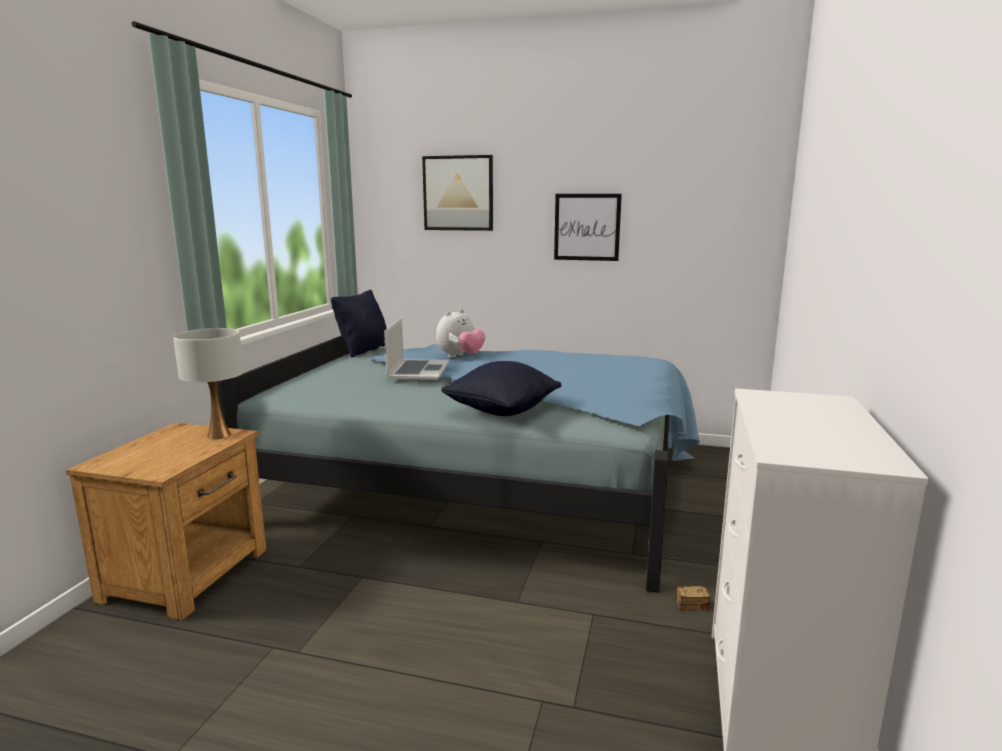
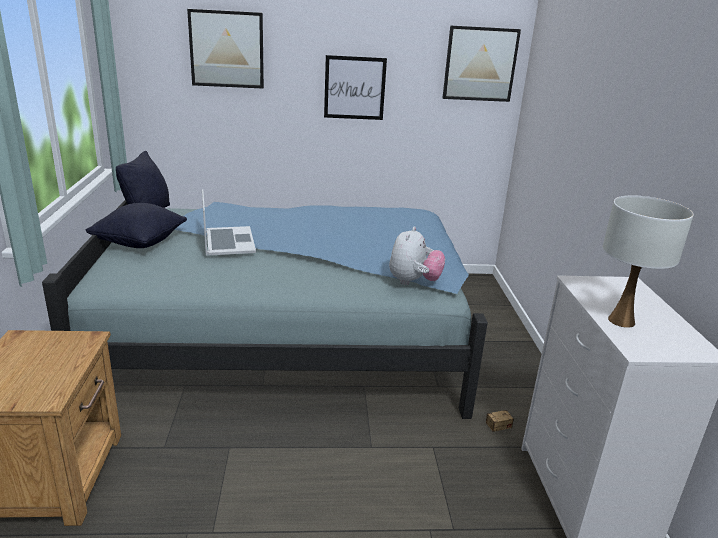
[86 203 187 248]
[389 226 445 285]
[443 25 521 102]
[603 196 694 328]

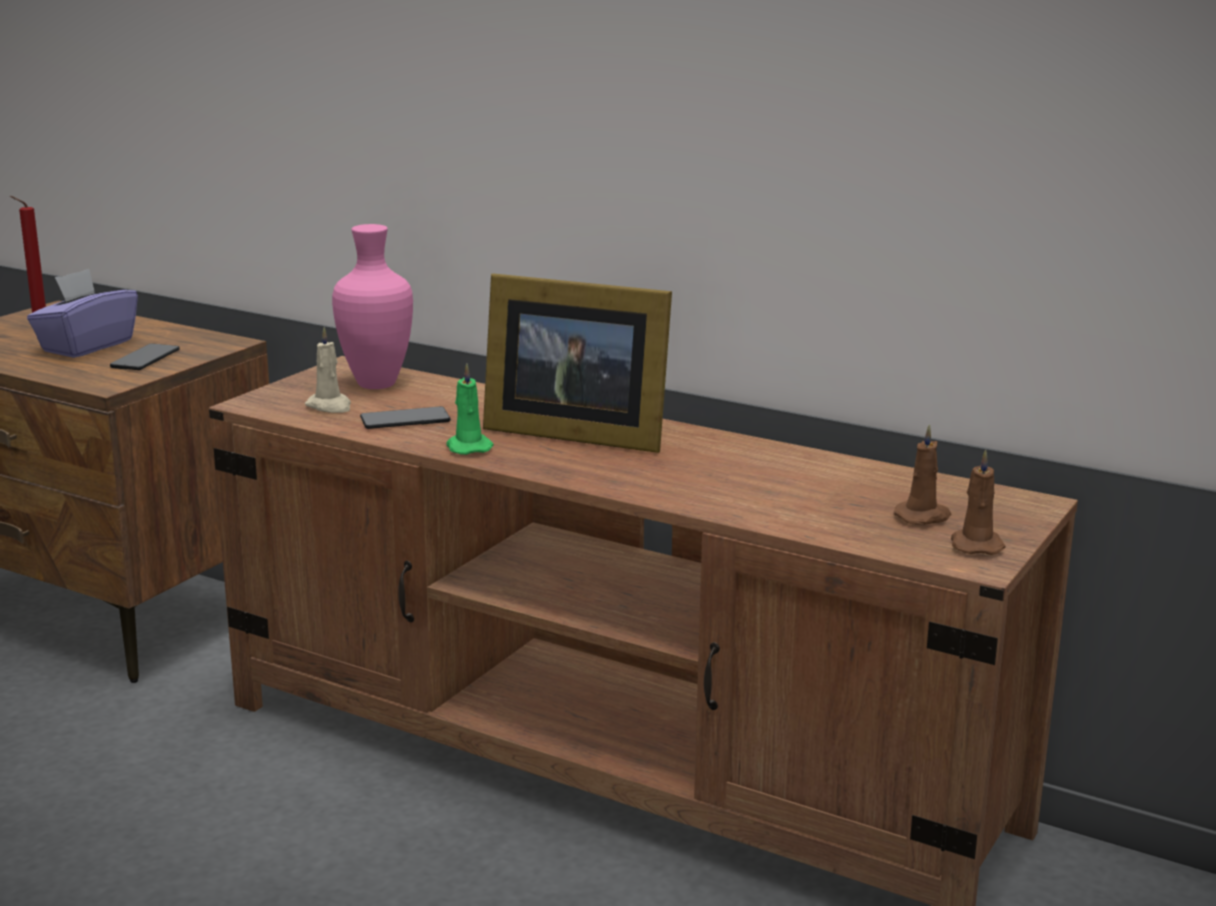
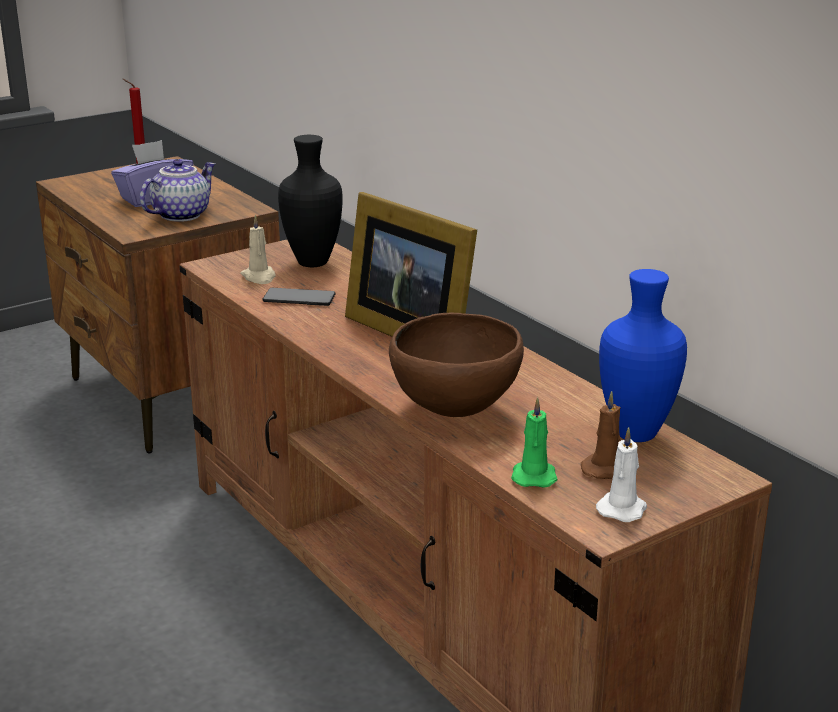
[140 159 216 222]
[278 135 343 267]
[389 312 524 417]
[511 397 557 488]
[596 427 647 522]
[599 269 687 442]

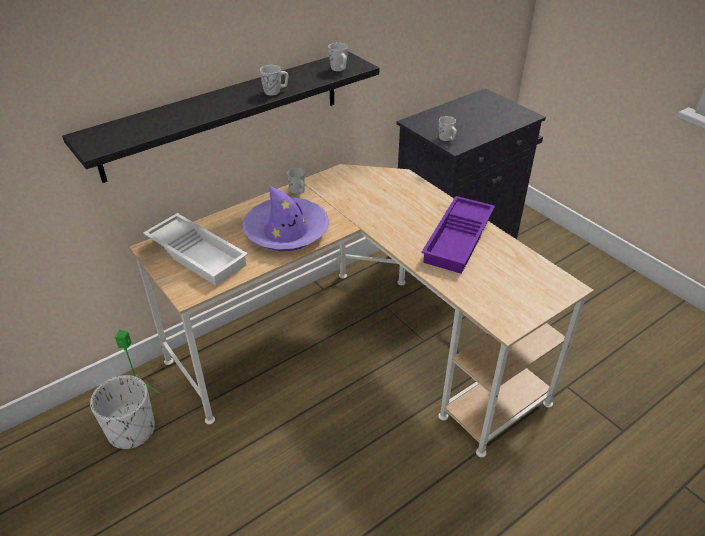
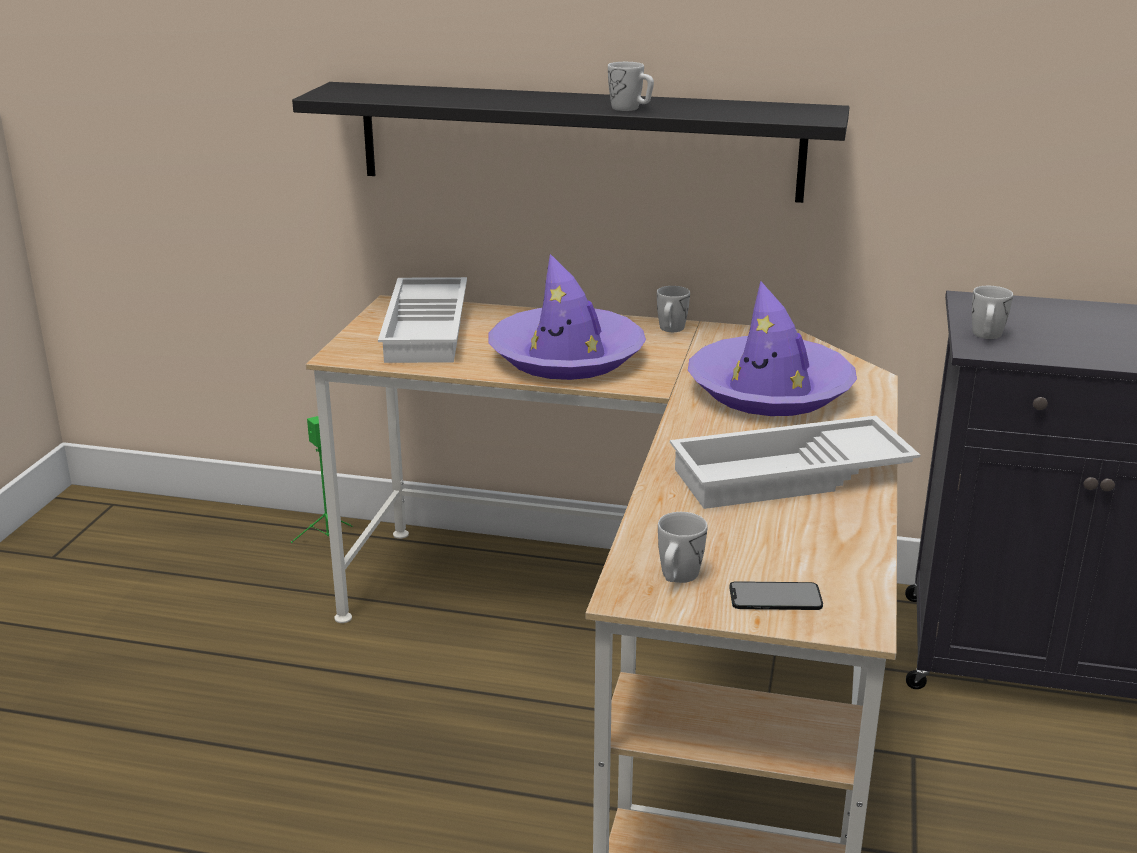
[658 512 707 583]
[670 416 920 509]
[688 281 857 416]
[729 581 823 610]
[90 375 155 449] (first image)

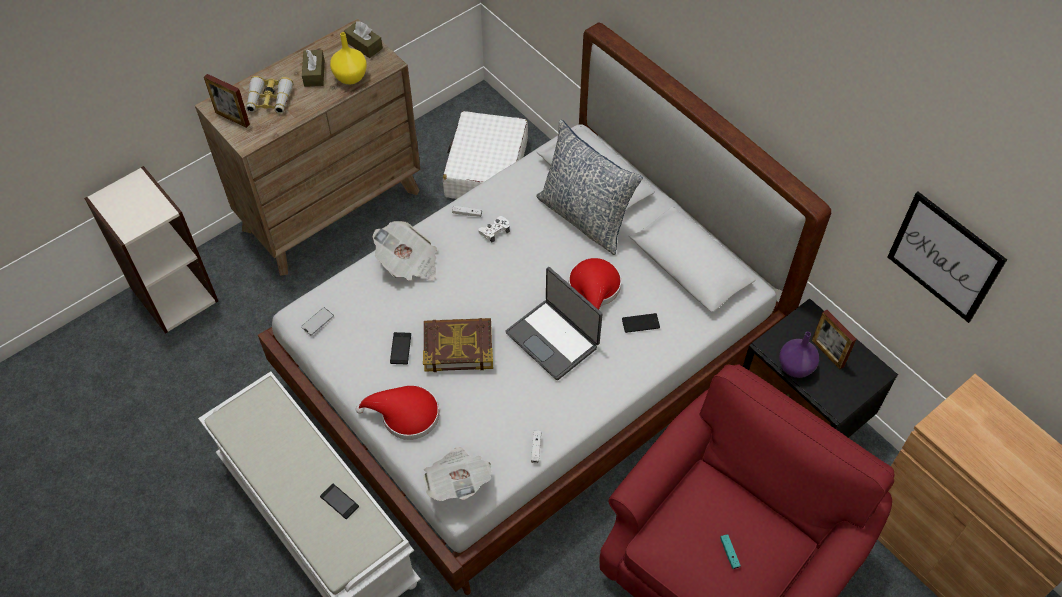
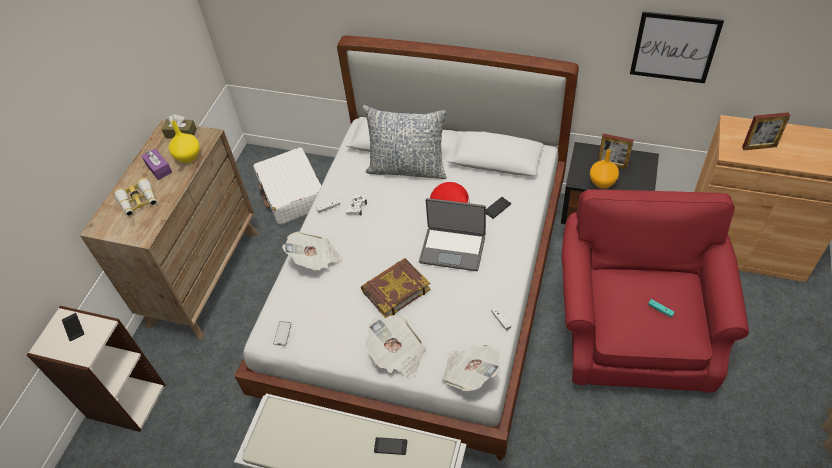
[62 313 84 341]
[141 148 172 180]
[365 315 426 378]
[590 149 619 188]
[742 112 791 150]

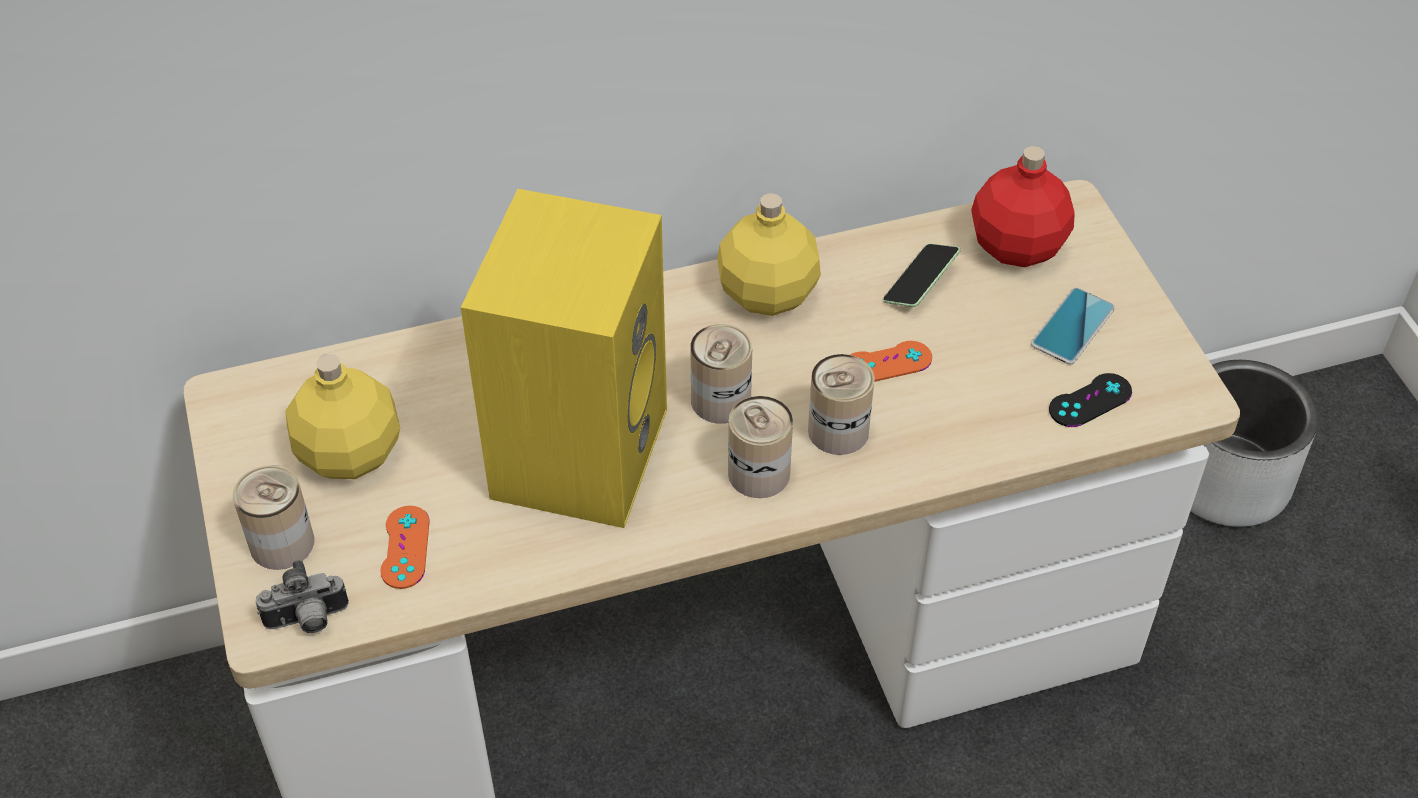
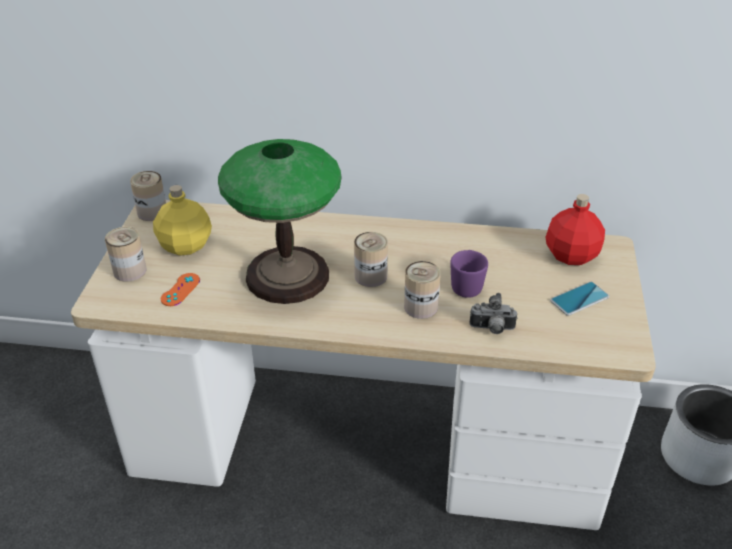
[130 171 166 221]
[218 139 342 304]
[450 250 488 298]
[469 293 518 334]
[717 193 821 316] (first image)
[883 244 961 307] (first image)
[1049 373 1132 427] (first image)

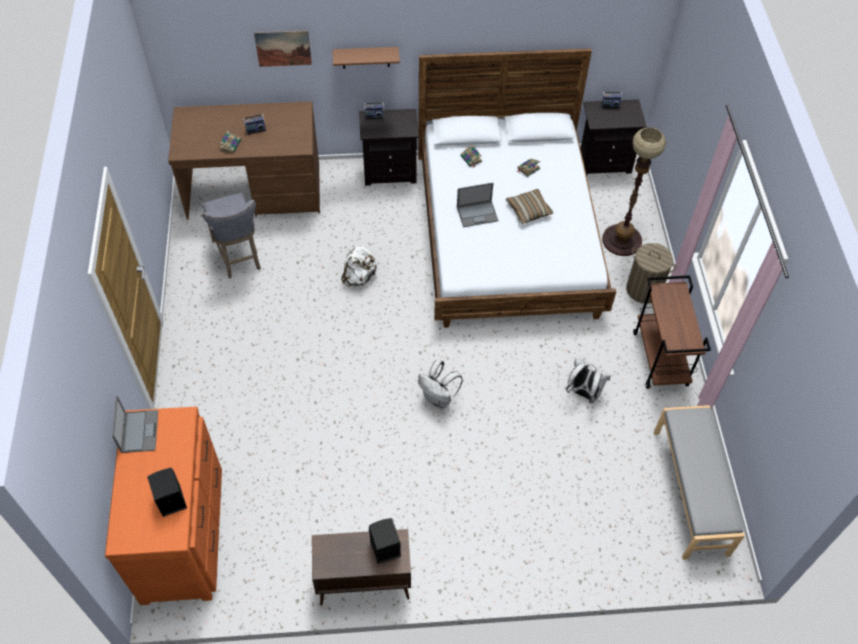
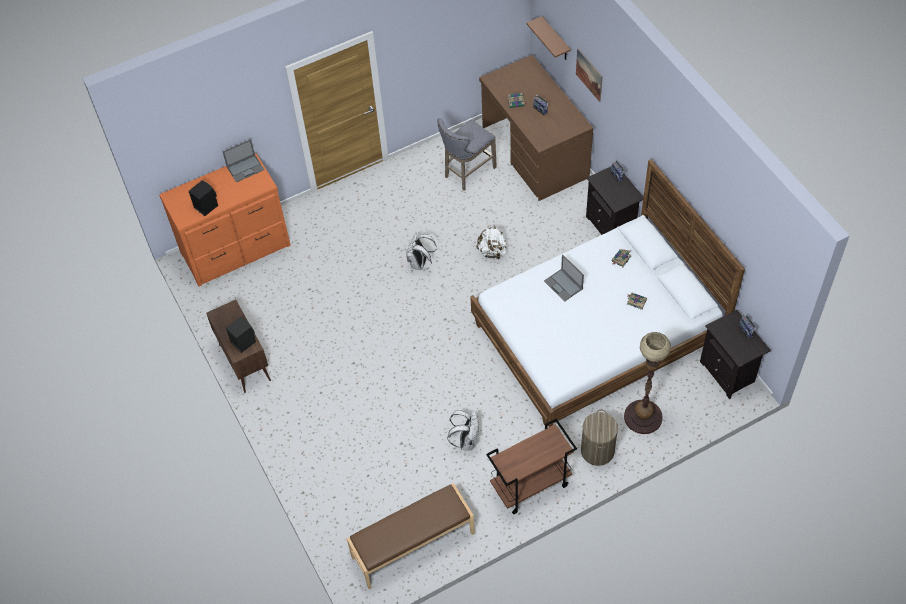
[346 483 475 589]
[406 233 437 270]
[527 16 571 60]
[506 189 553 224] (first image)

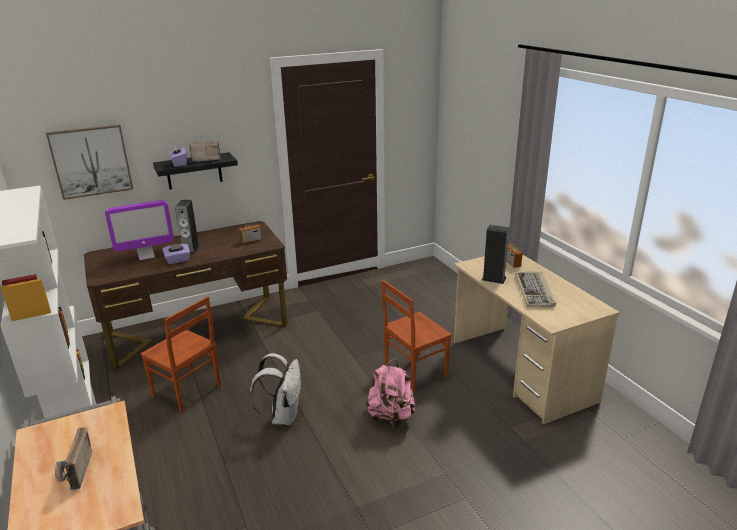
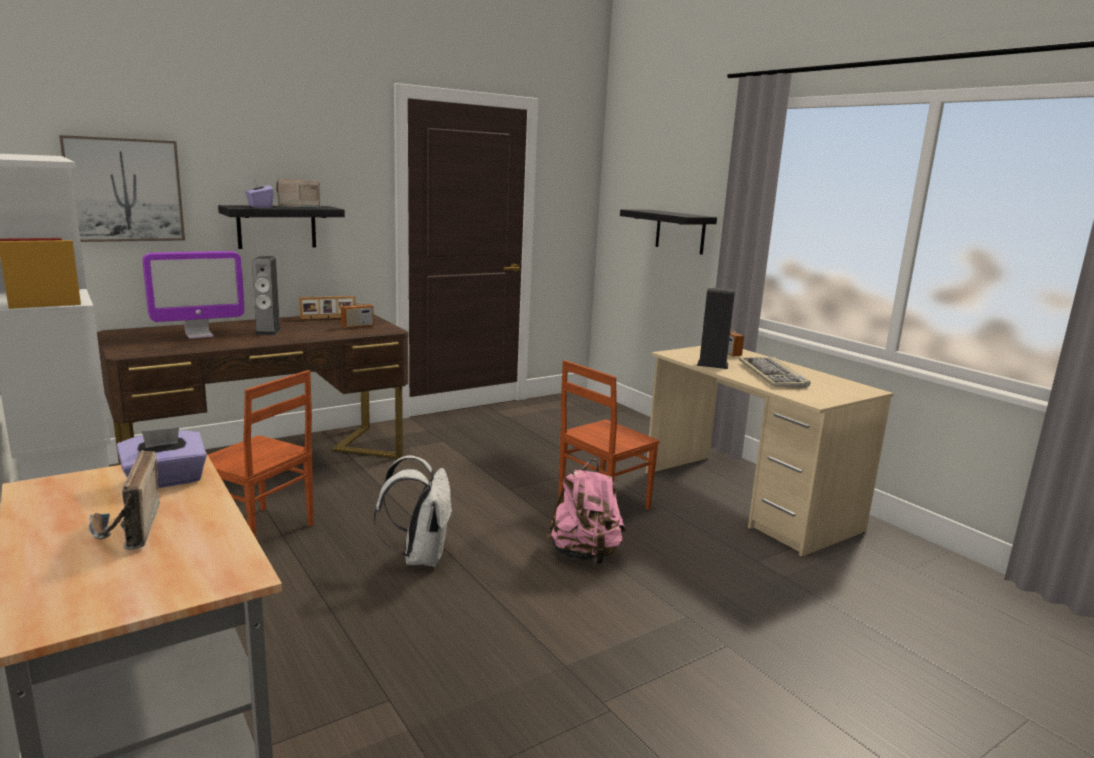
[117 427 207 488]
[299 296 356 319]
[620 209 717 255]

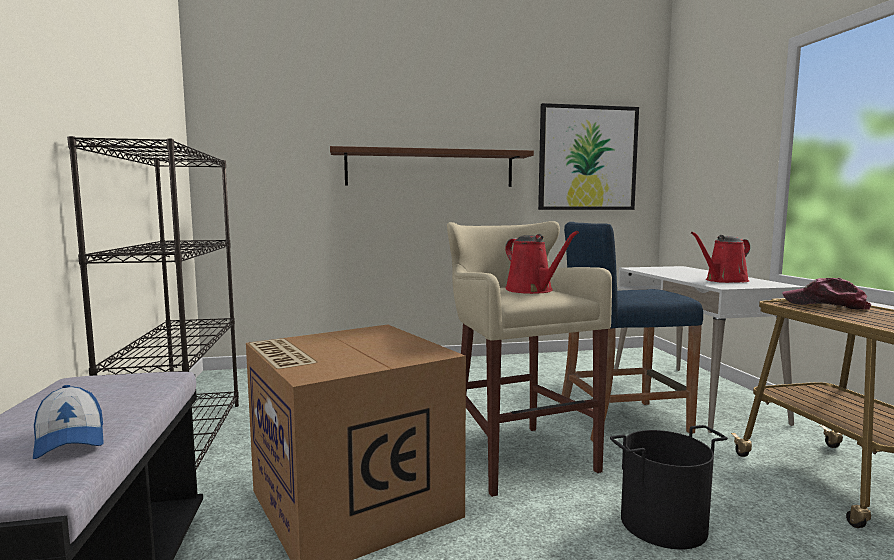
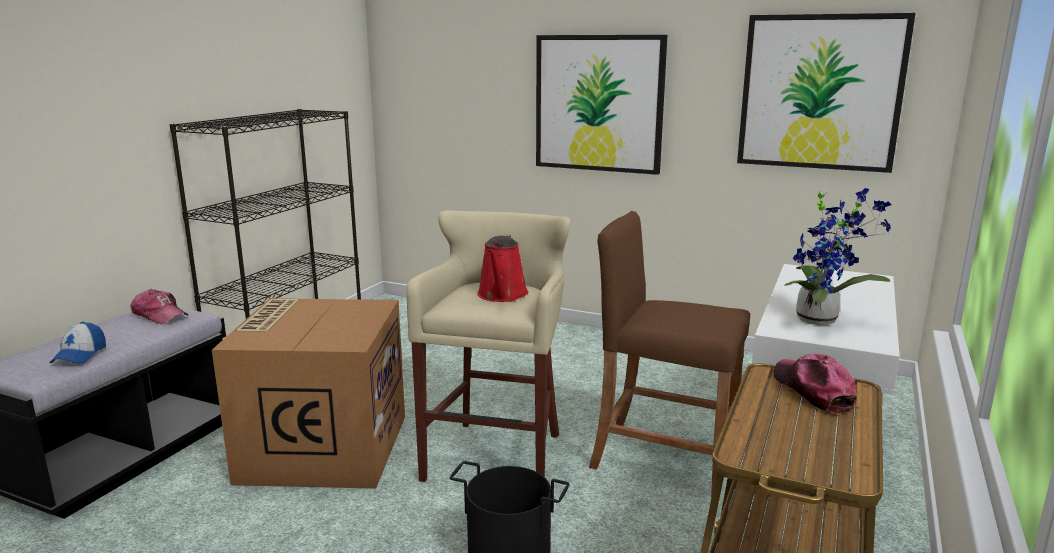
[130 289 188 324]
[536 35 667 175]
[589 211 750 498]
[785 188 891 325]

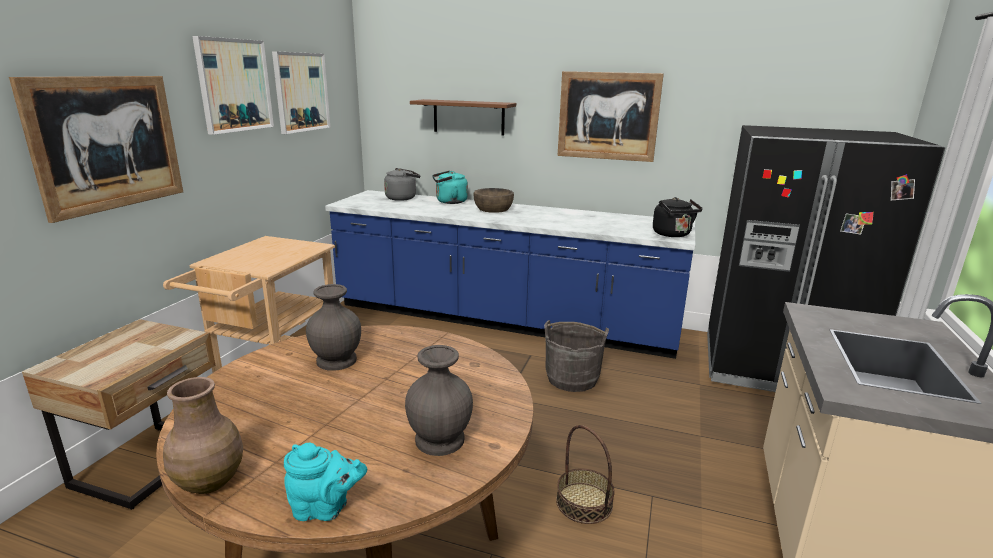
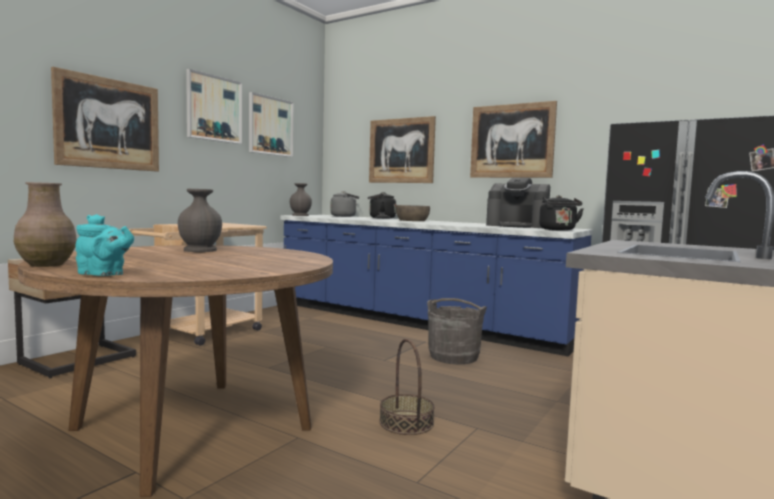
[290 183 312 216]
[368 192 396 219]
[369 116 436 183]
[486 178 550 228]

